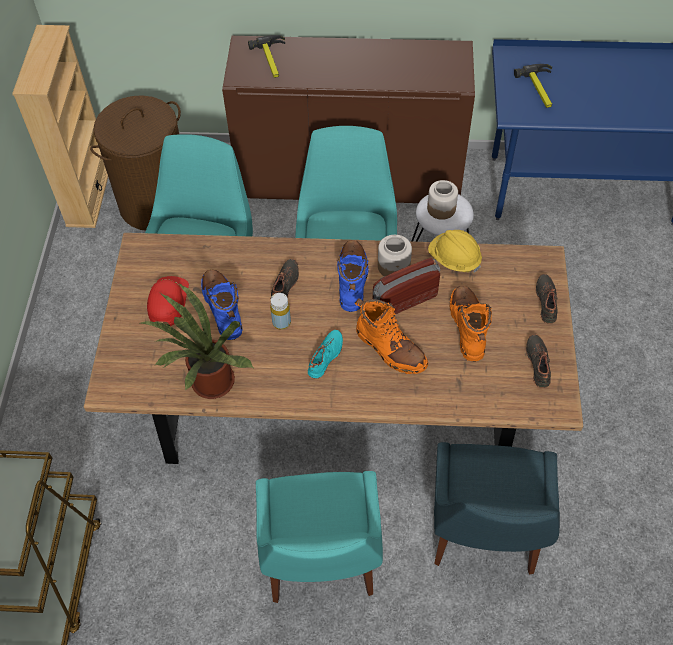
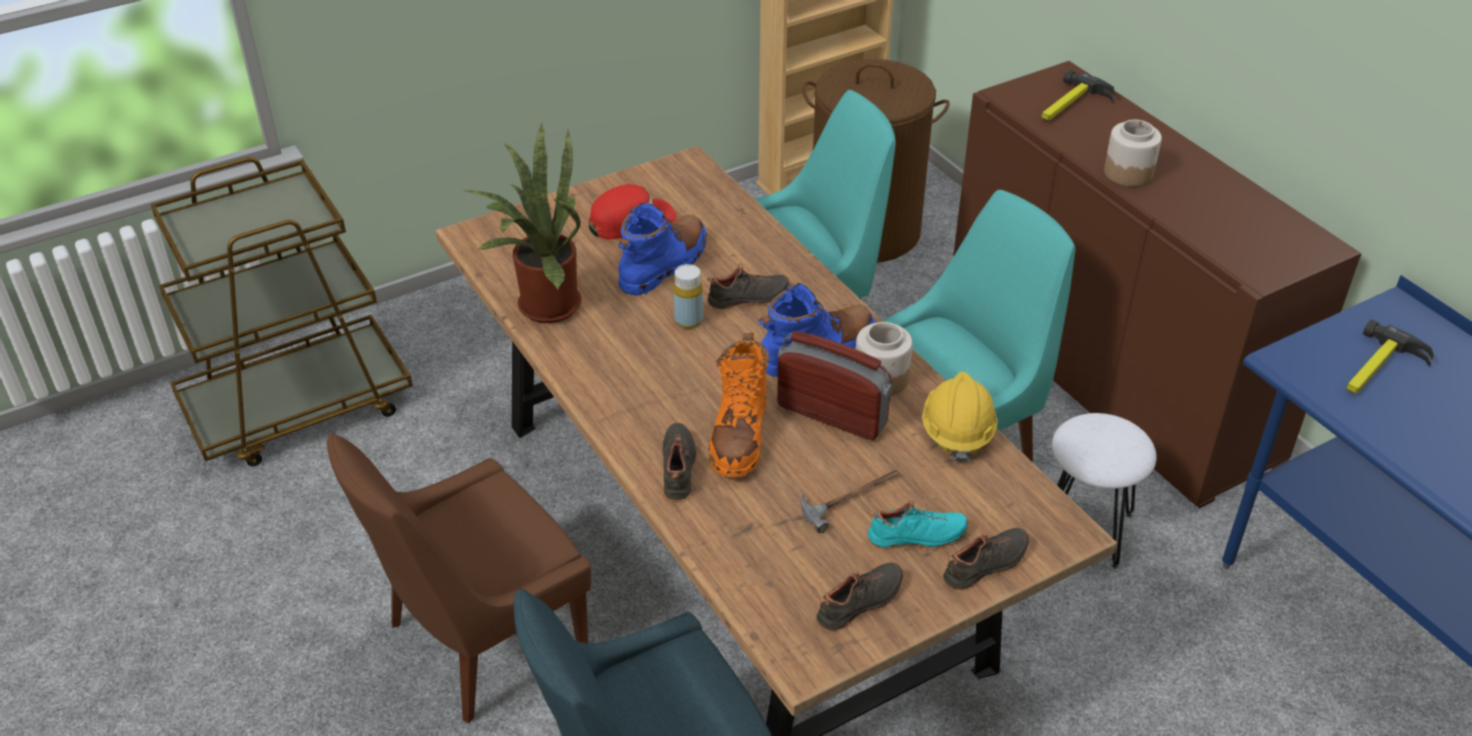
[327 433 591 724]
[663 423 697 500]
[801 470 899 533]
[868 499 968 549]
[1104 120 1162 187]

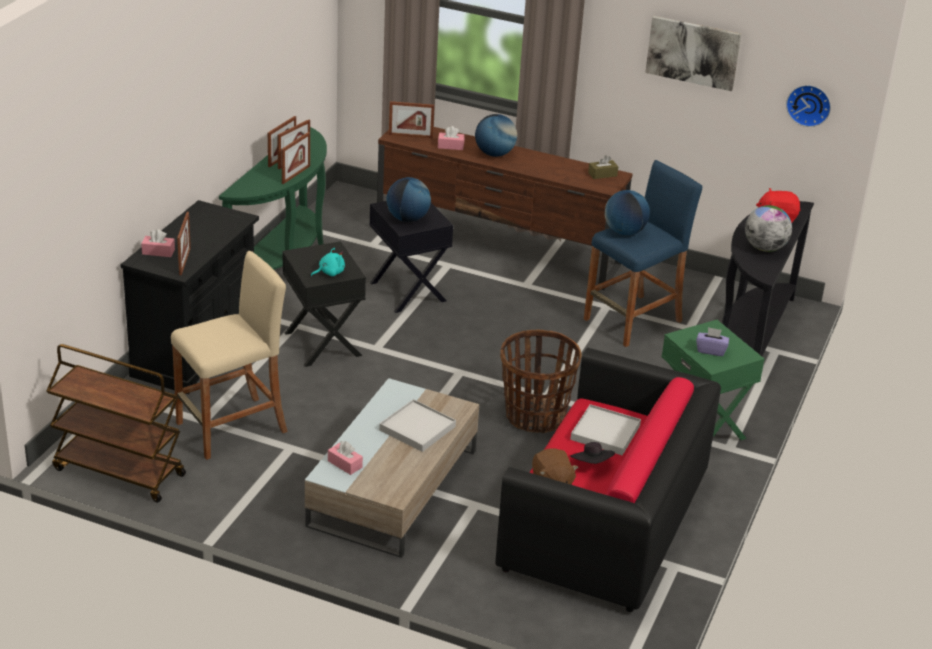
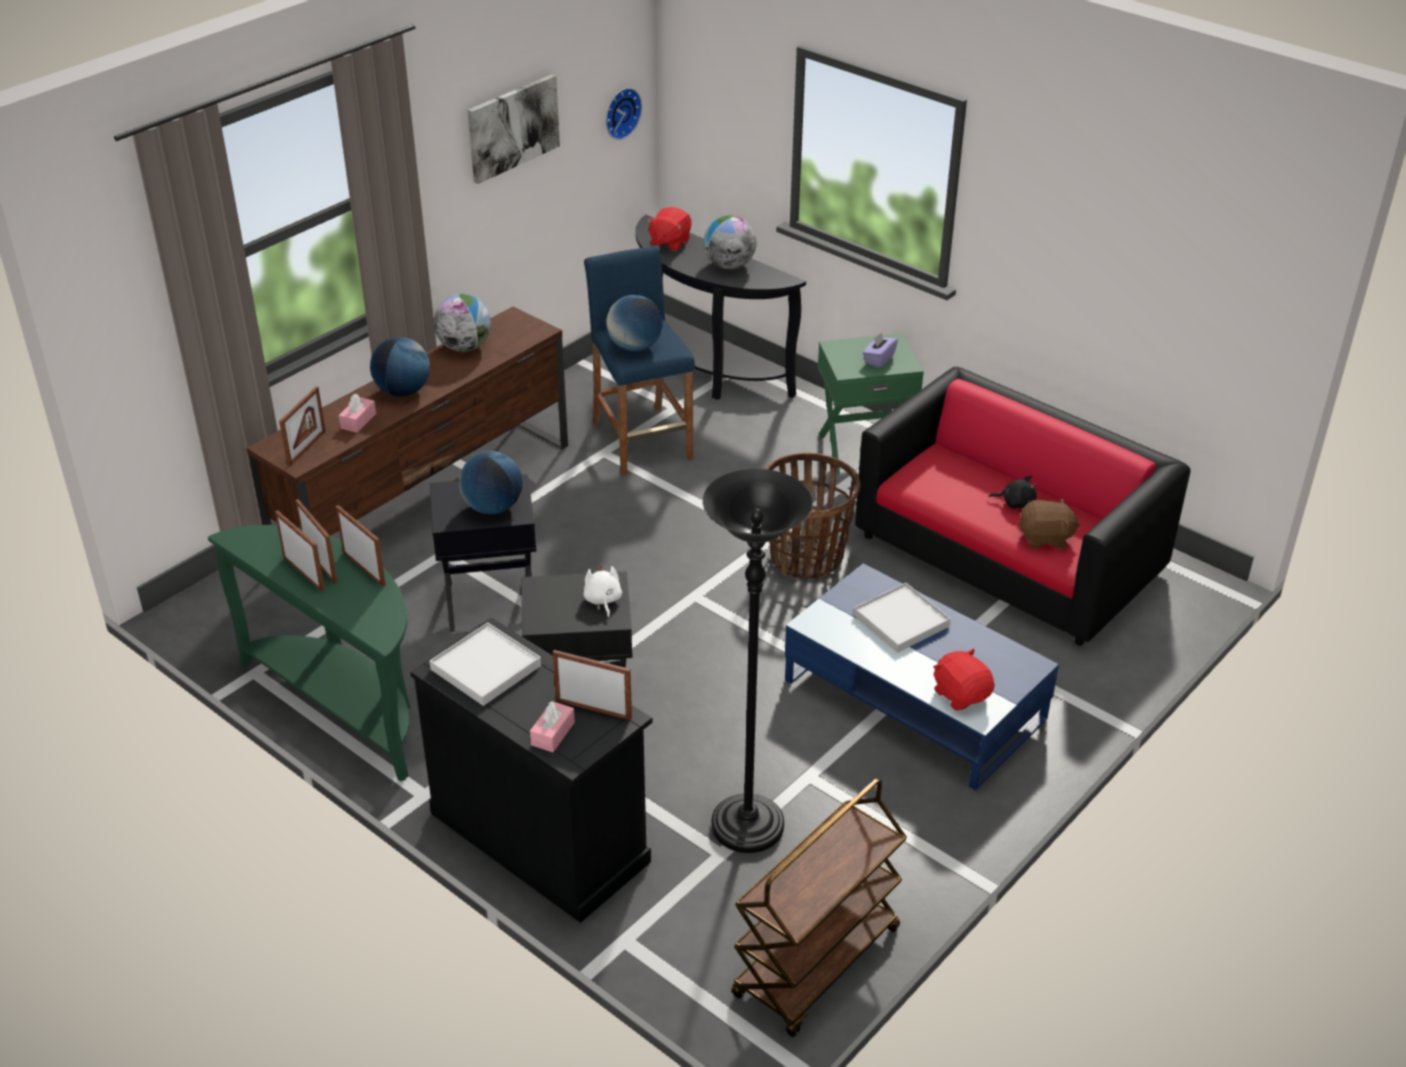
[429 622 541 706]
[434 294 491 352]
[584 564 622 618]
[703 469 813 853]
[785 563 1059 790]
[933 649 995 710]
[989 475 1037 508]
[588 155 618 179] (first image)

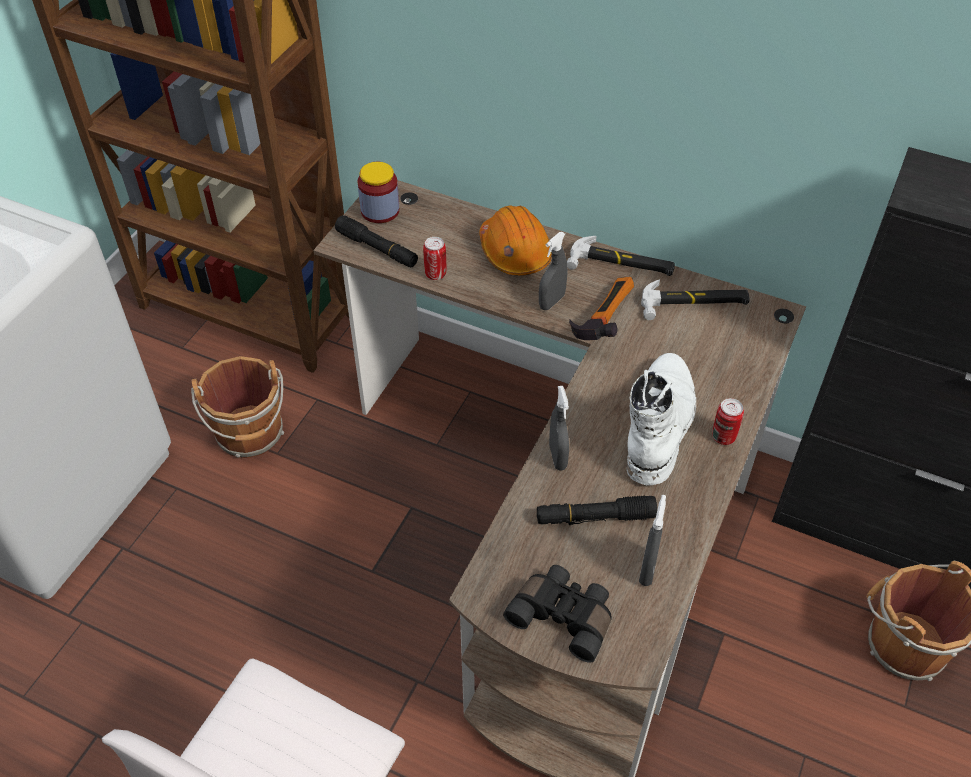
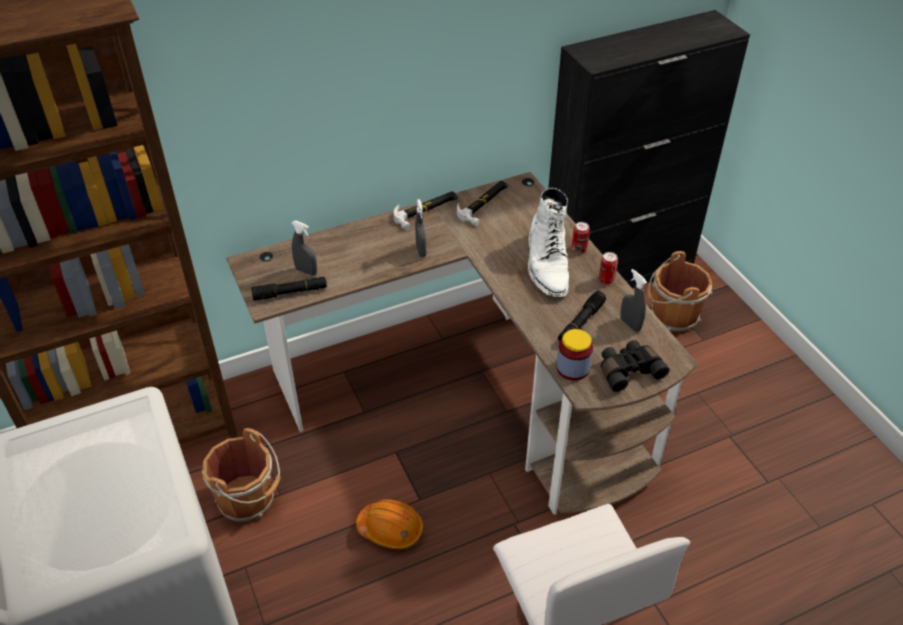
[292 221 317 276]
[356 499 423 549]
[528 188 569 297]
[556 329 593 380]
[599 252 618 284]
[569 277 634 340] (first image)

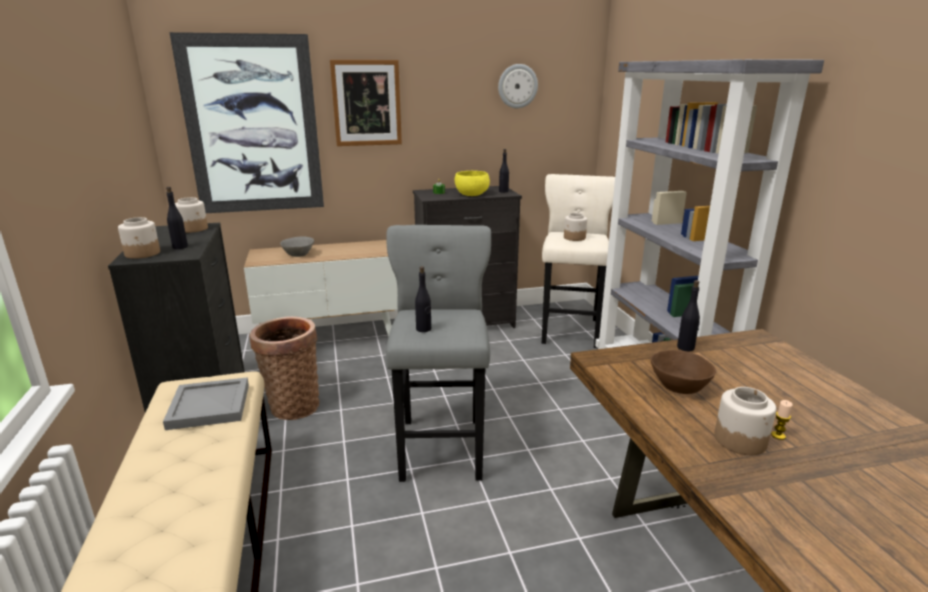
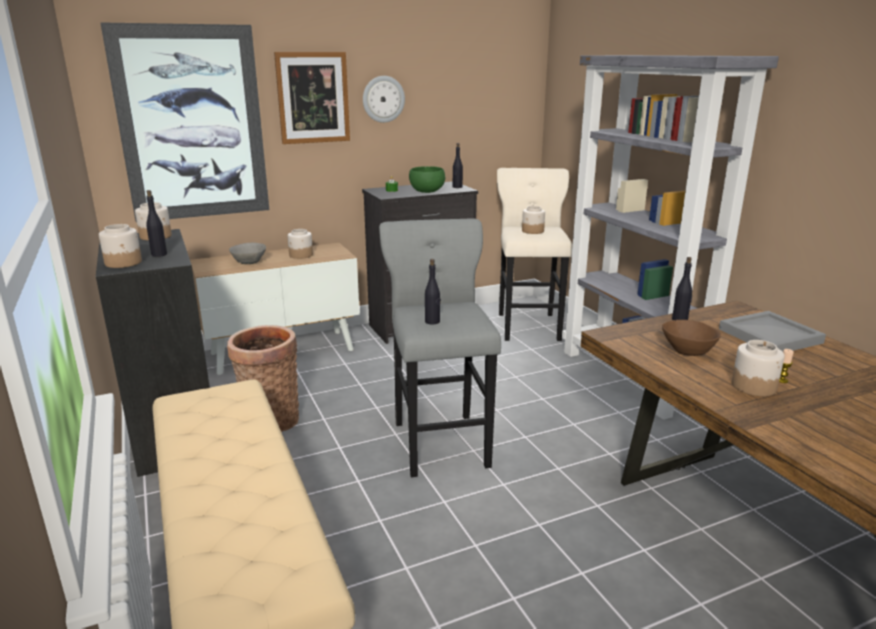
[288 229 313 259]
[363 76 405 123]
[409 166 445 193]
[719 311 826 352]

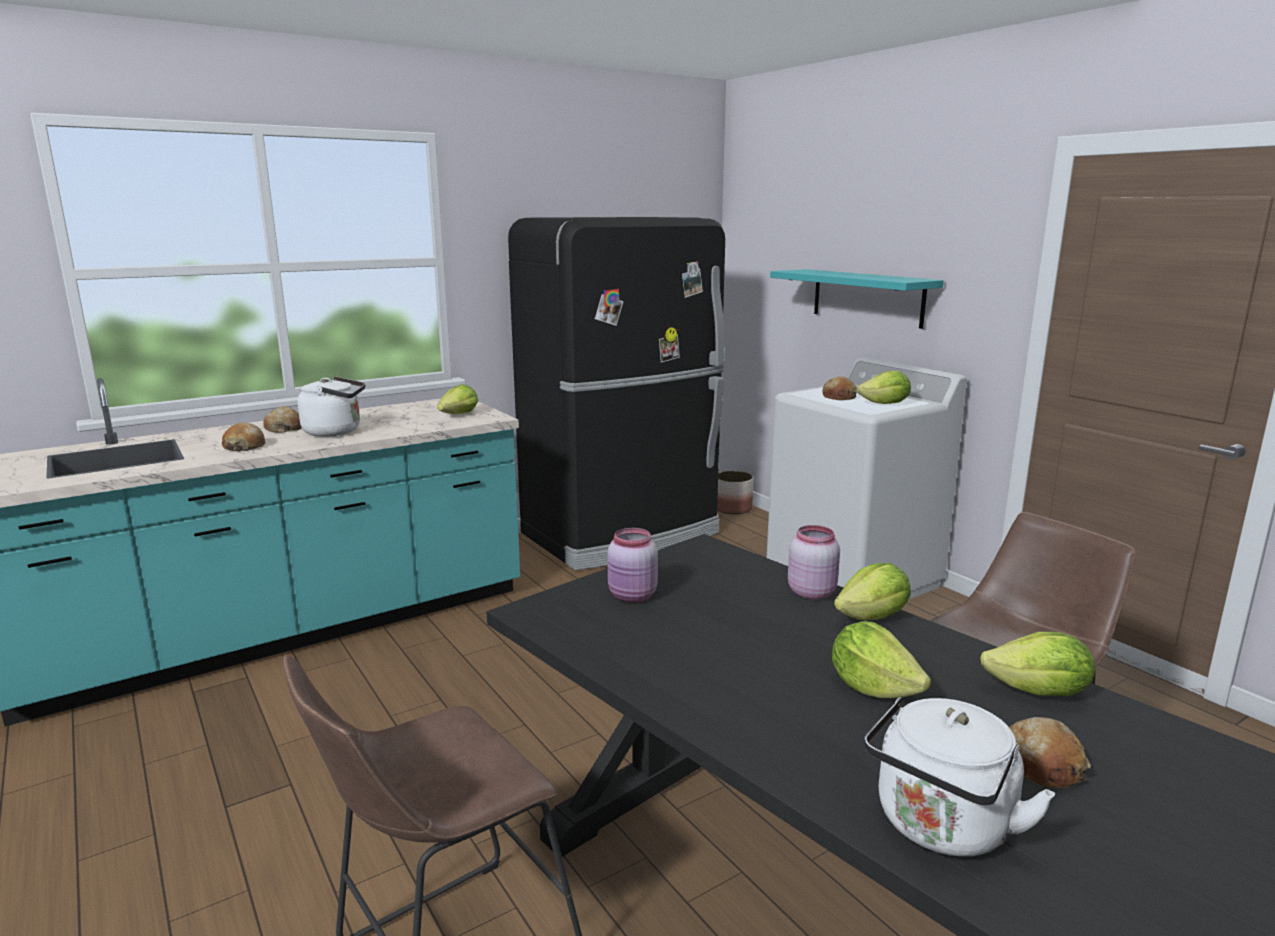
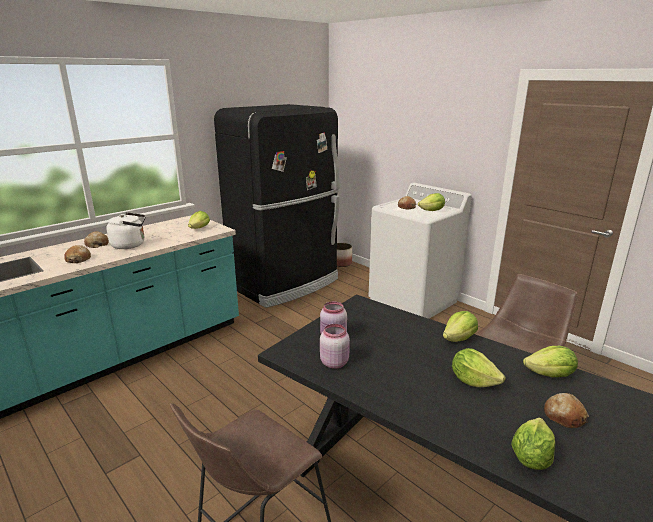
[320 324 350 369]
[511 418 555 470]
[770 269 944 329] (first image)

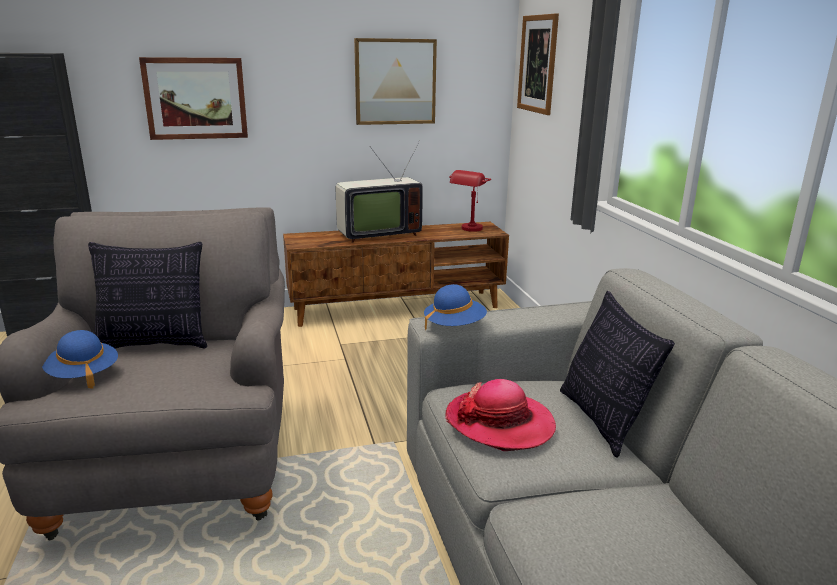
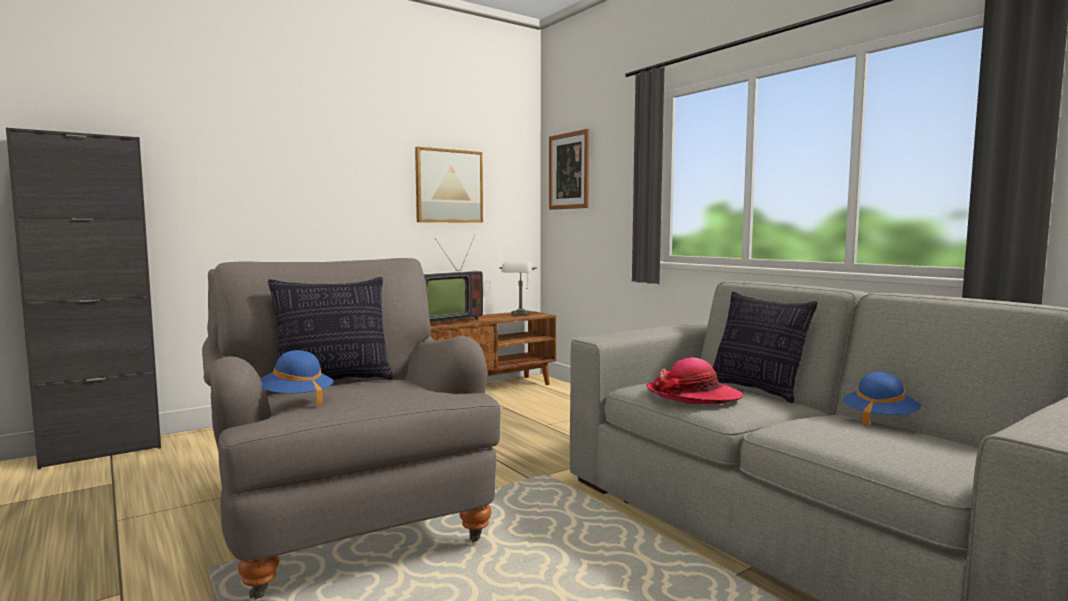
[500 261 537 316]
[843 372 921 427]
[139 57 248 140] (first image)

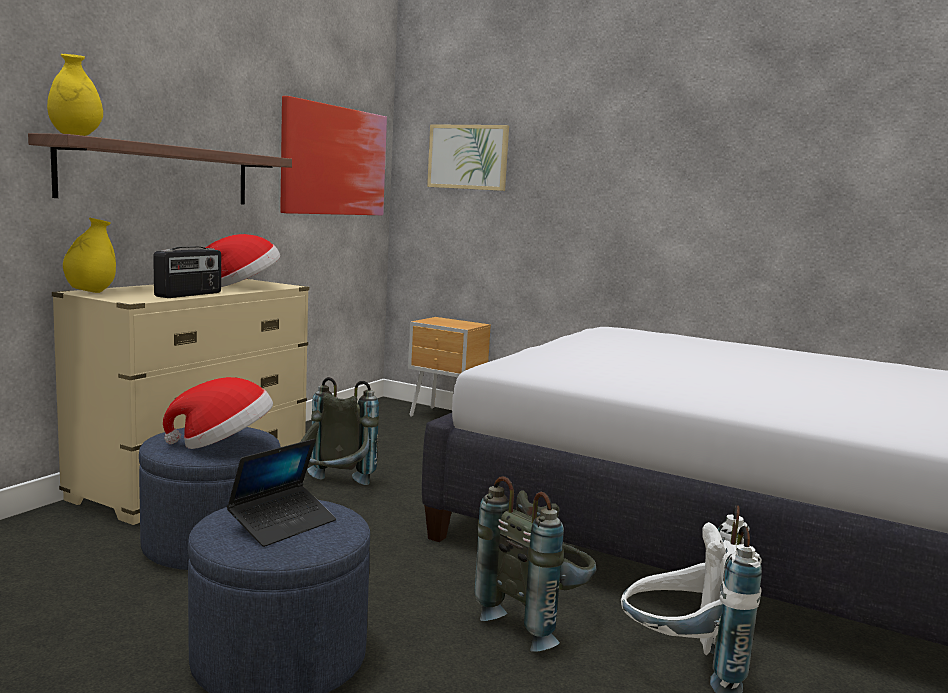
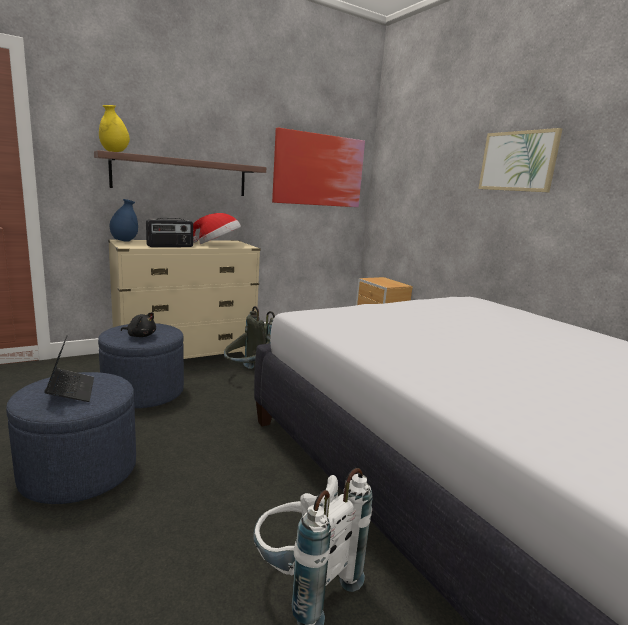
[44 335 94 402]
[109 199 138 242]
[121 312 156 337]
[478 128 562 192]
[475 476 596 652] (first image)

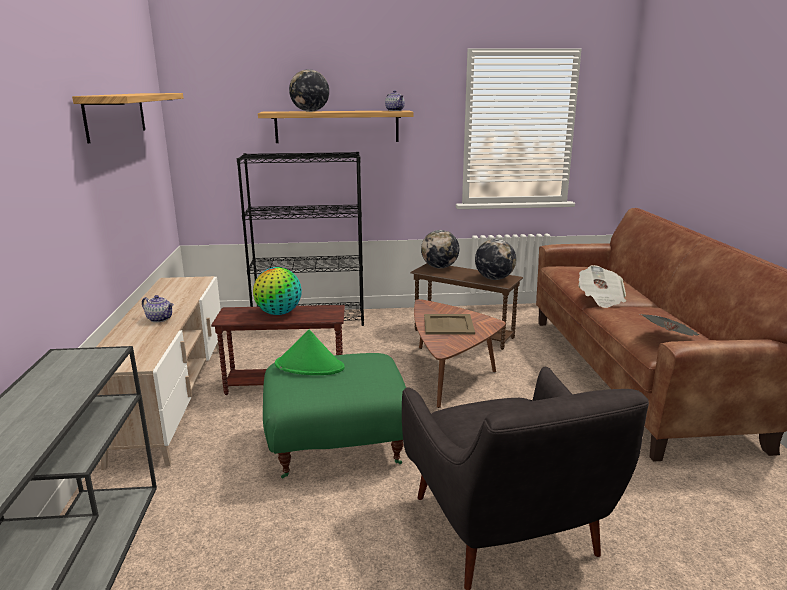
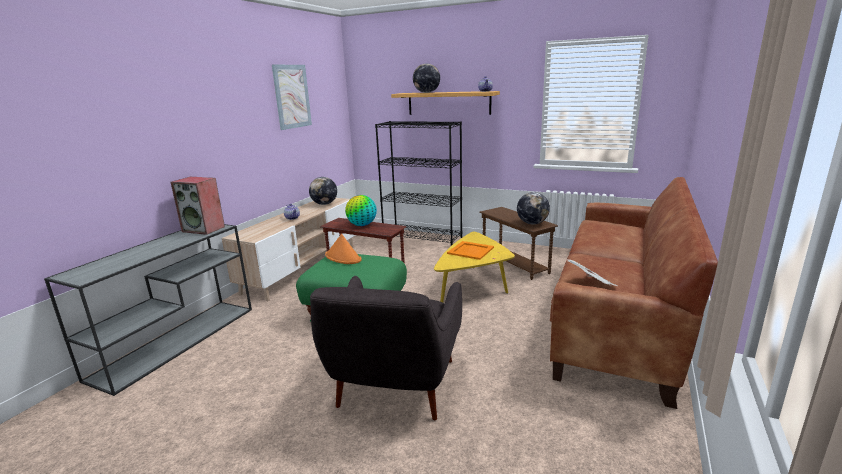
[171 177 225 235]
[272 65 312 130]
[309 177 337 205]
[325 234 362 264]
[434 232 515 302]
[447 241 494 260]
[578 265 626 308] (first image)

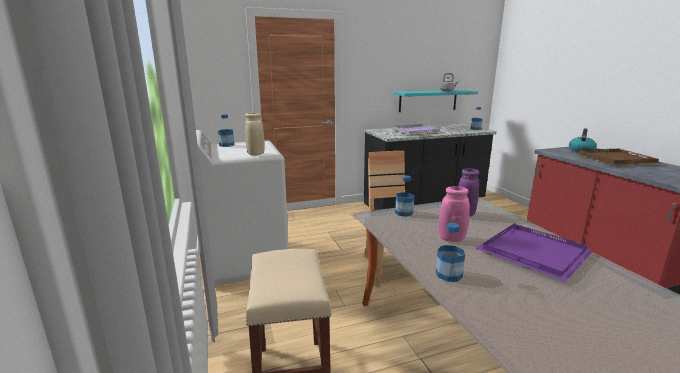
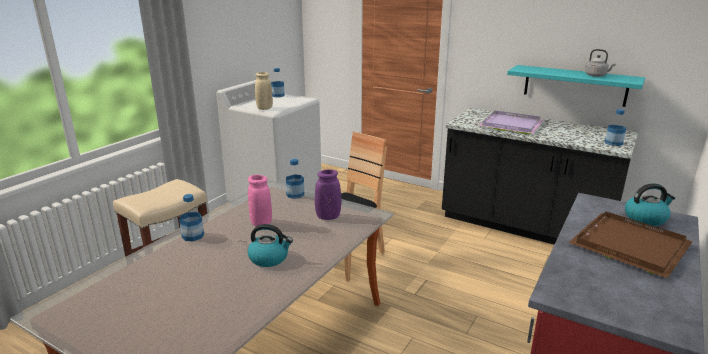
[248 224 293 267]

